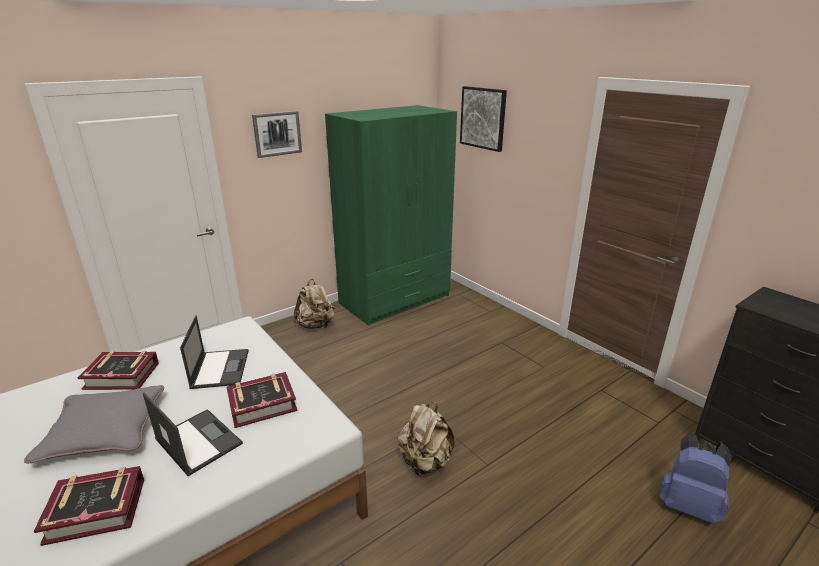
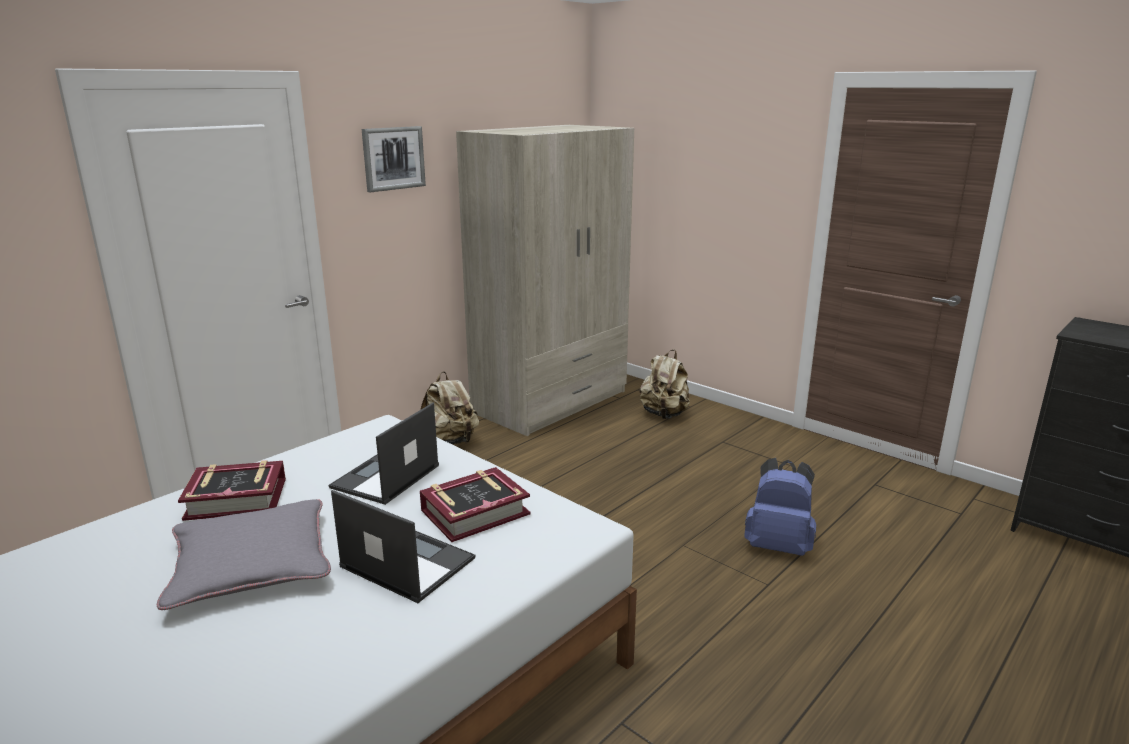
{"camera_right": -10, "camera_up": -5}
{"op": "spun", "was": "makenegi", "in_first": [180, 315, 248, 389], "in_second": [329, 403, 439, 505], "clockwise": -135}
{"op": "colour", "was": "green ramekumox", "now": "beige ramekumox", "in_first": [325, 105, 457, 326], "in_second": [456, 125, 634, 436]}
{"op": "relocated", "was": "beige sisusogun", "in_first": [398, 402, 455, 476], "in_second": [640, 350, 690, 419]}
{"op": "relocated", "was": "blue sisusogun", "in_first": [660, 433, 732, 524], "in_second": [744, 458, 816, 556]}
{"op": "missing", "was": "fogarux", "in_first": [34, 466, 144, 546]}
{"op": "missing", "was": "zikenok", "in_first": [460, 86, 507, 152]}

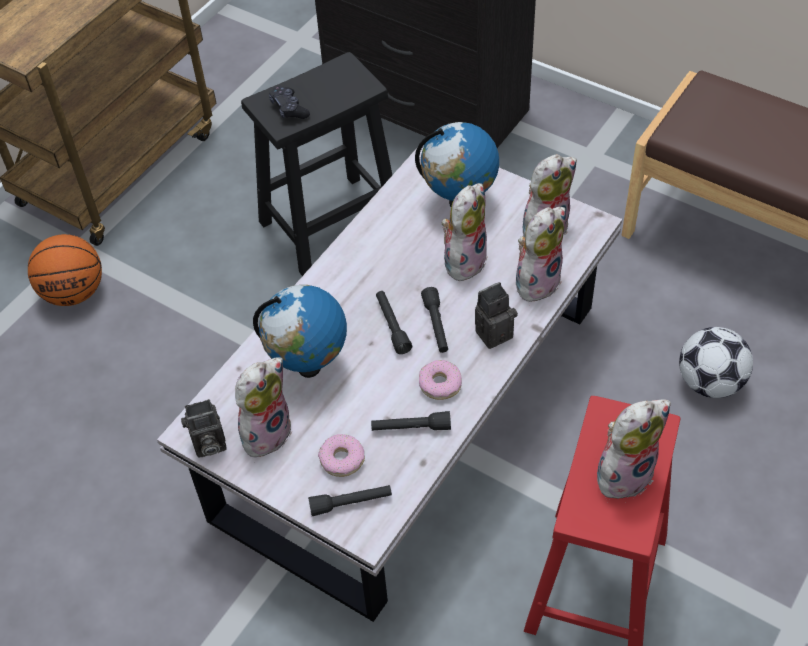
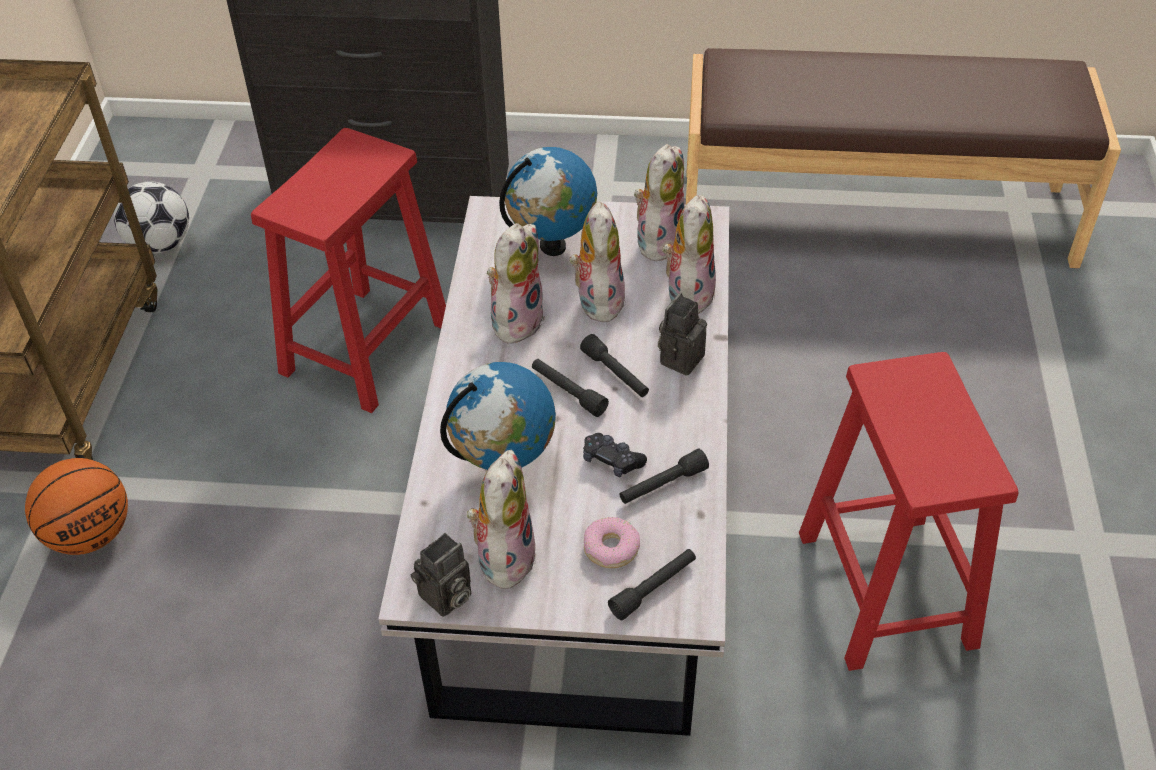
{"camera_right": -30, "camera_up": -5}
{"op": "relocated", "was": "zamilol", "in_first": [679, 327, 753, 398], "in_second": [114, 181, 189, 254]}
{"op": "colour", "was": "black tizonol", "now": "red tizonol", "in_first": [241, 52, 392, 276], "in_second": [251, 128, 446, 413]}
{"op": "relocated", "was": "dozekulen", "in_first": [597, 399, 671, 499], "in_second": [482, 223, 545, 345]}
{"op": "relocated", "was": "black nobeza", "in_first": [269, 86, 310, 119], "in_second": [583, 433, 647, 478]}
{"op": "missing", "was": "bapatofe", "in_first": [419, 360, 462, 400]}

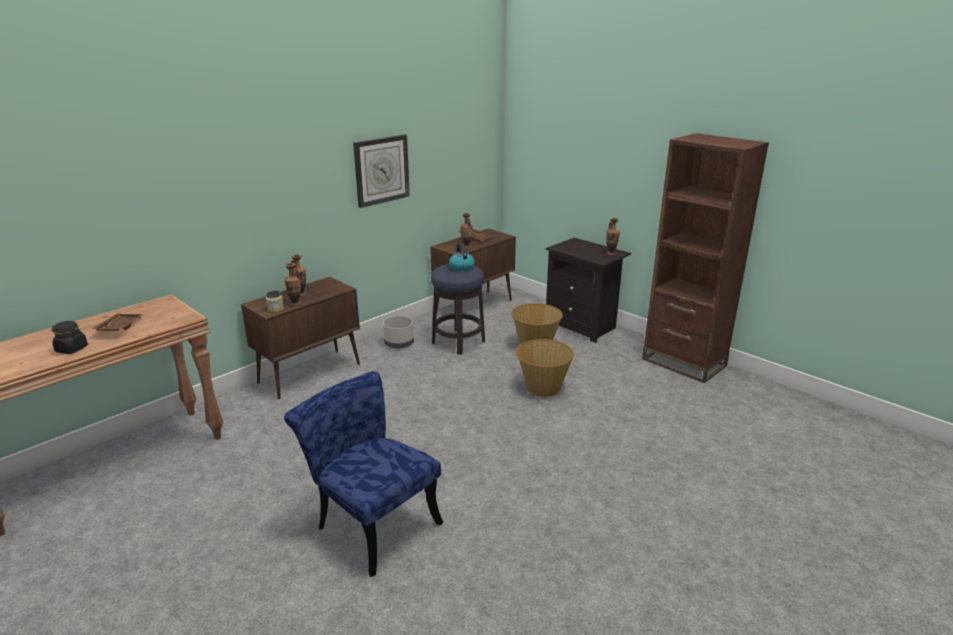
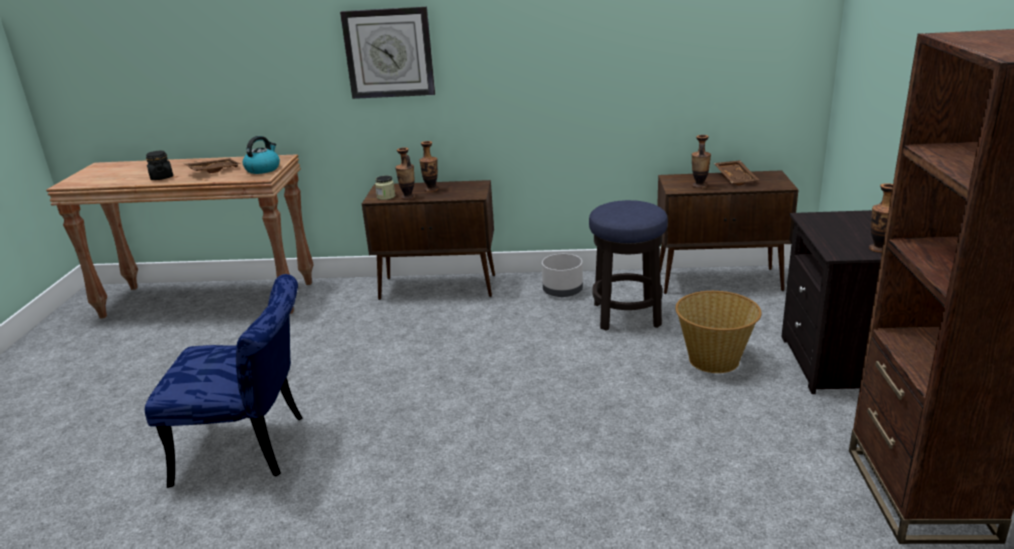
{"camera_right": 50, "camera_up": 0}
{"op": "spun", "was": "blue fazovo", "in_first": [284, 371, 443, 577], "in_second": [145, 274, 303, 488], "clockwise": 90}
{"op": "relocated", "was": "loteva", "in_first": [449, 244, 475, 271], "in_second": [243, 136, 280, 174]}
{"op": "relocated", "was": "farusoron", "in_first": [353, 134, 410, 208], "in_second": [340, 7, 435, 99]}
{"op": "missing", "was": "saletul", "in_first": [516, 339, 574, 397]}

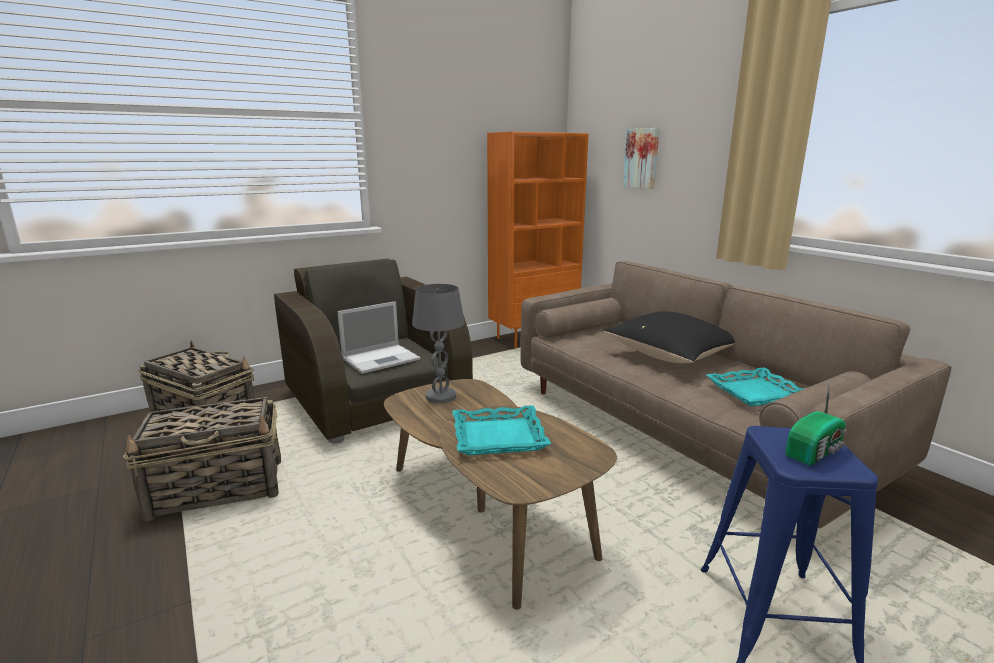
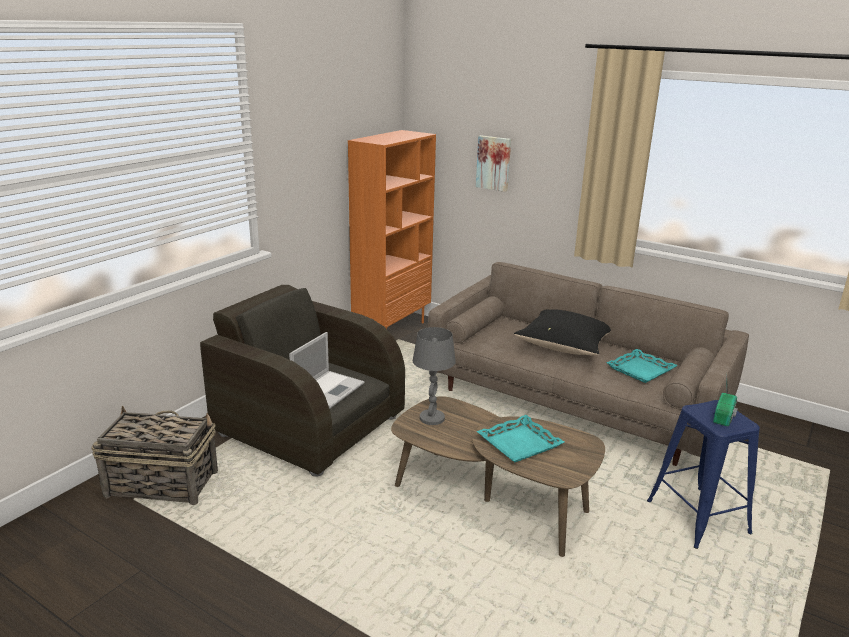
{"camera_right": -25, "camera_up": 5}
{"op": "missing", "was": "saletul", "in_first": [123, 397, 281, 521]}

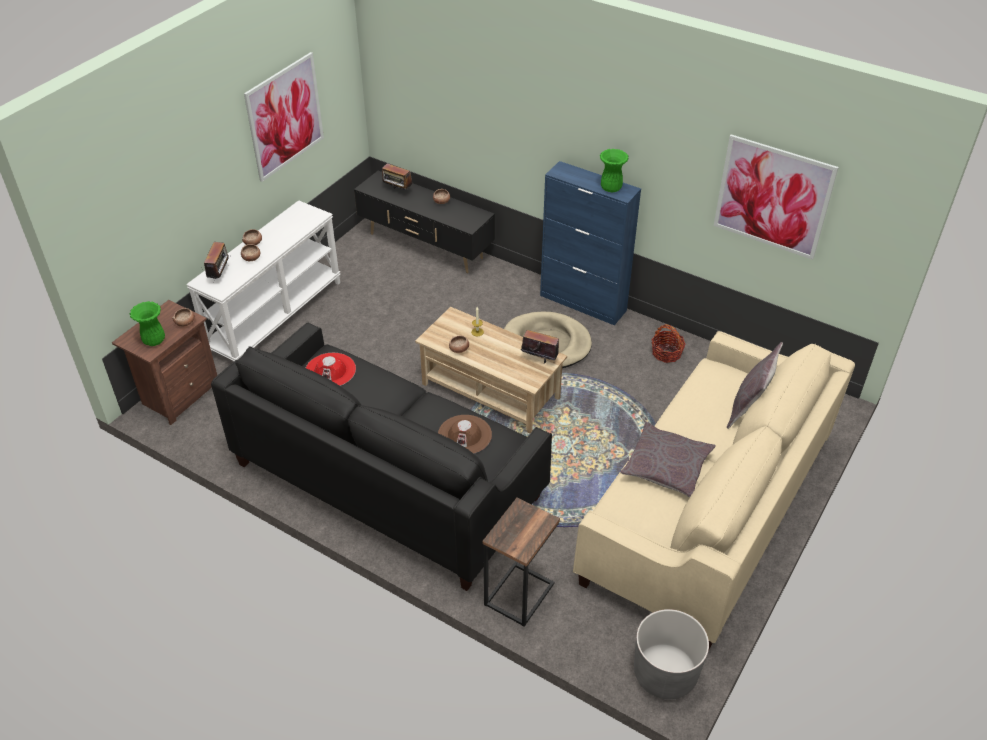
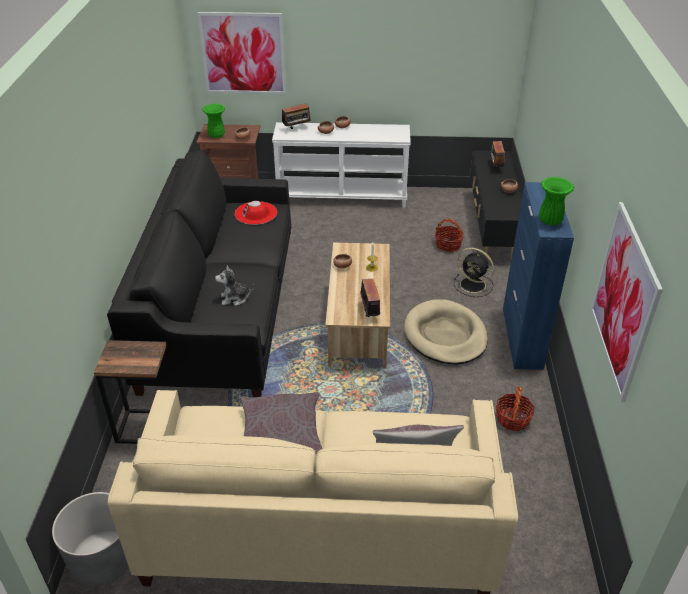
{"camera_right": 60, "camera_up": -5}
{"op": "relocated", "was": "zikenok", "in_first": [244, 52, 324, 182], "in_second": [197, 12, 286, 94]}
{"op": "exchanged", "was": "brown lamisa", "now": "dozekulen", "in_first": [438, 415, 492, 454], "in_second": [215, 265, 254, 306]}
{"op": "appeared", "now": "saletul", "in_second": [435, 219, 464, 252]}
{"op": "appeared", "now": "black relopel", "in_second": [454, 248, 494, 297]}

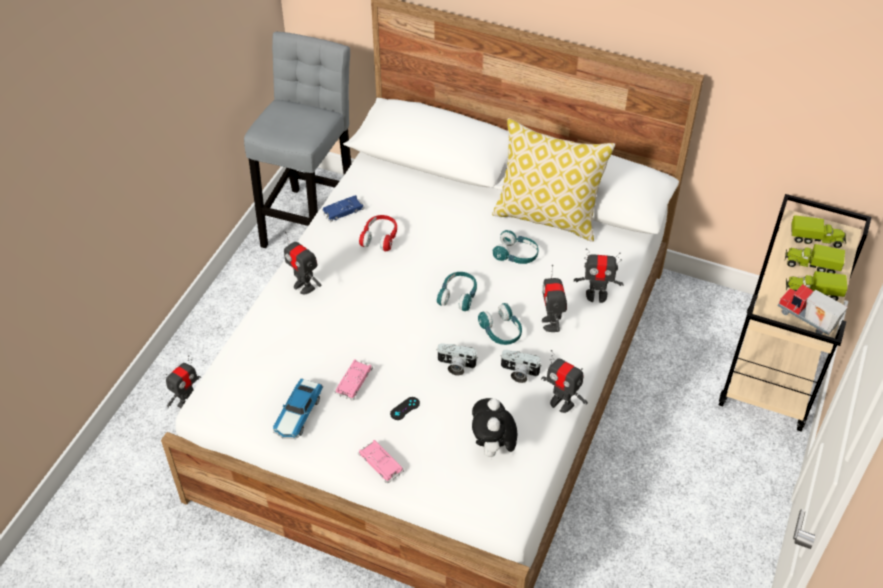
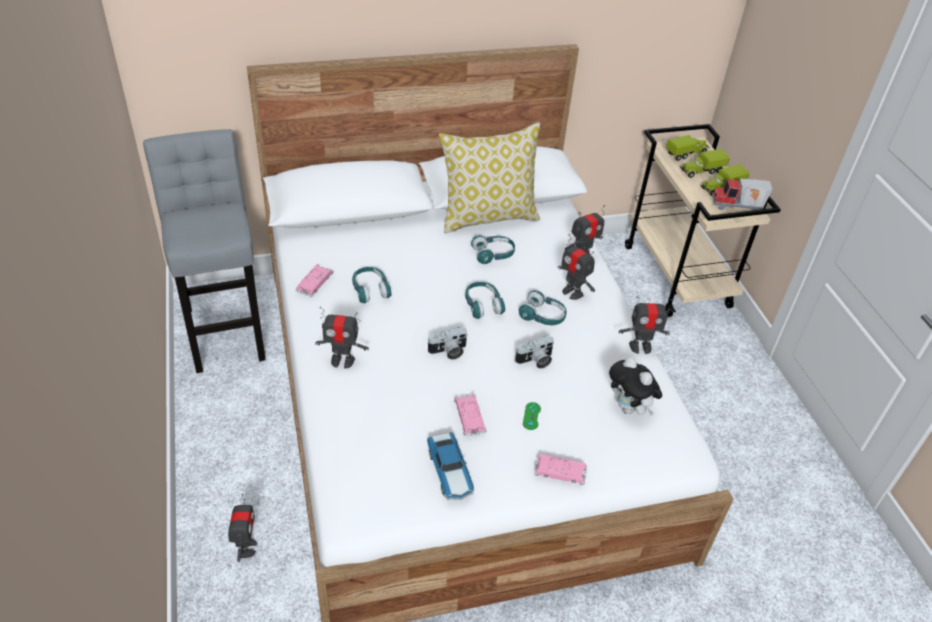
{"camera_right": -40, "camera_up": -5}
{"op": "colour", "was": "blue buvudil", "now": "pink buvudil", "in_first": [322, 195, 365, 222], "in_second": [295, 264, 333, 297]}
{"op": "colour", "was": "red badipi", "now": "turquoise badipi", "in_first": [359, 215, 397, 252], "in_second": [352, 267, 392, 303]}
{"op": "relocated", "was": "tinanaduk", "in_first": [500, 350, 542, 383], "in_second": [427, 327, 468, 360]}
{"op": "colour", "was": "black nobeza", "now": "green nobeza", "in_first": [390, 397, 420, 420], "in_second": [523, 402, 541, 430]}

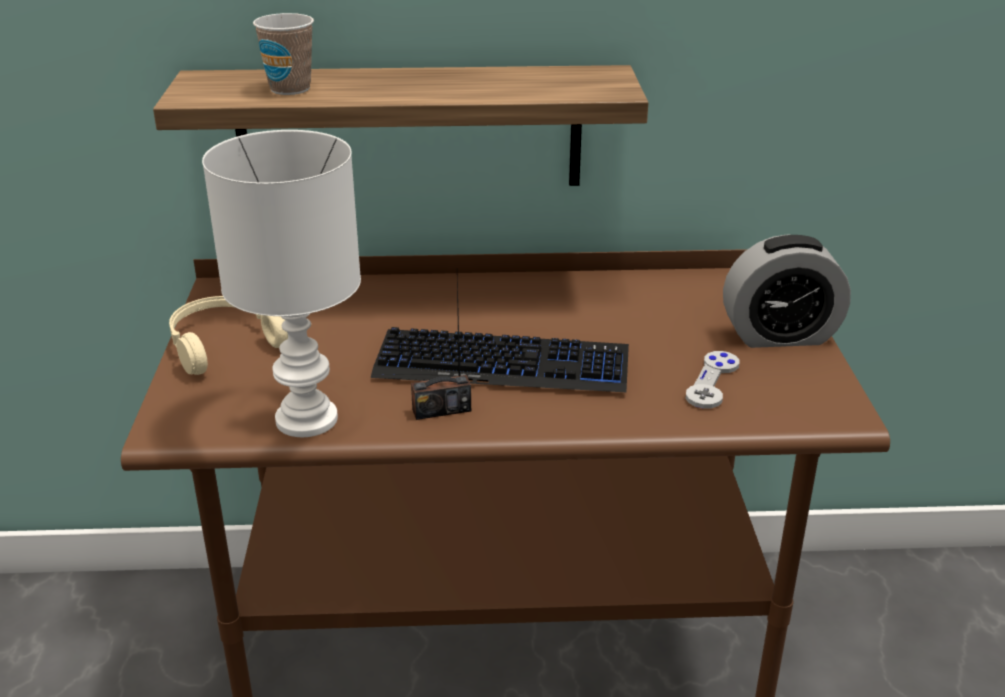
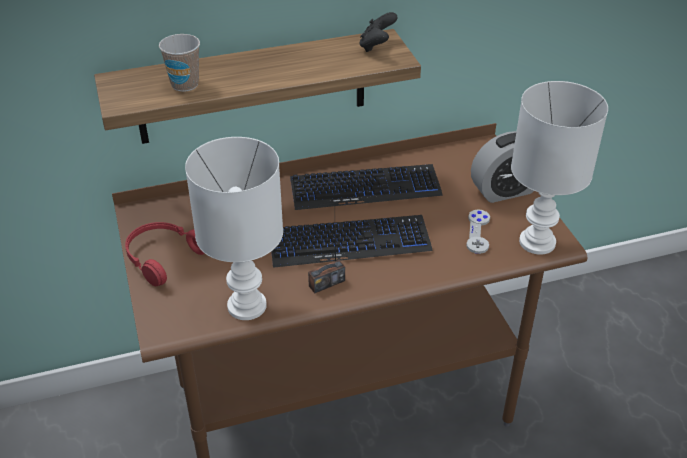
{"camera_right": -15, "camera_up": 10}
{"op": "colour", "was": "beige badipi", "now": "red badipi", "in_first": [169, 296, 288, 375], "in_second": [125, 222, 205, 286]}
{"op": "appeared", "now": "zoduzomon", "in_second": [290, 164, 443, 210]}
{"op": "appeared", "now": "black nobeza", "in_second": [359, 12, 398, 52]}
{"op": "appeared", "now": "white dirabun", "in_second": [511, 81, 608, 255]}

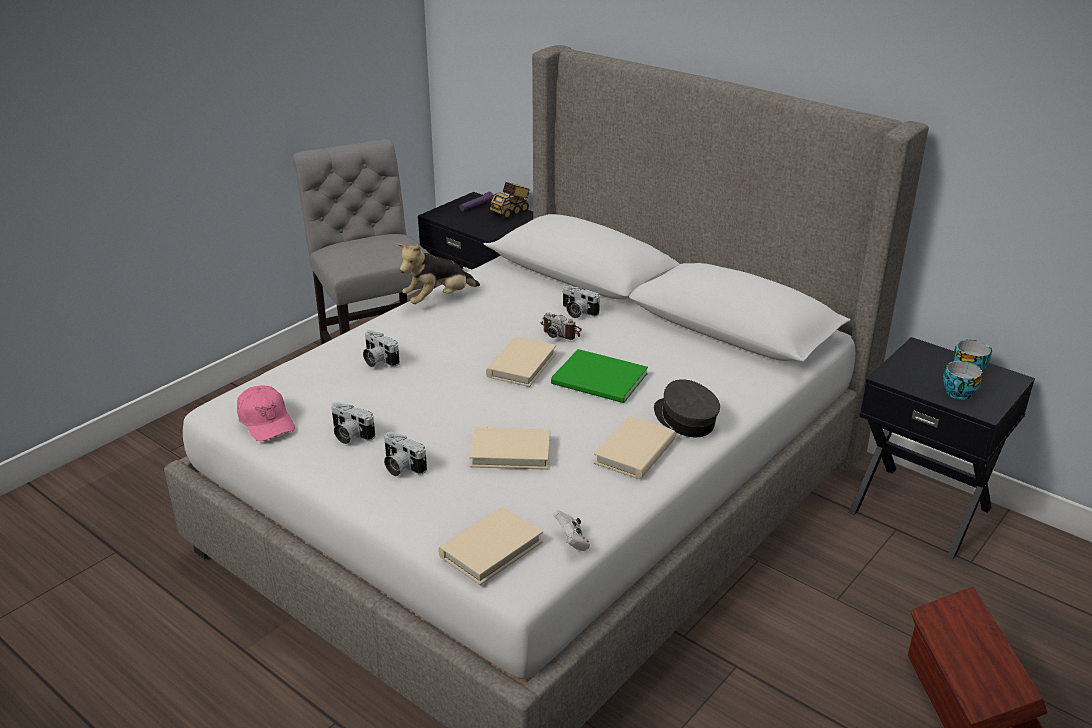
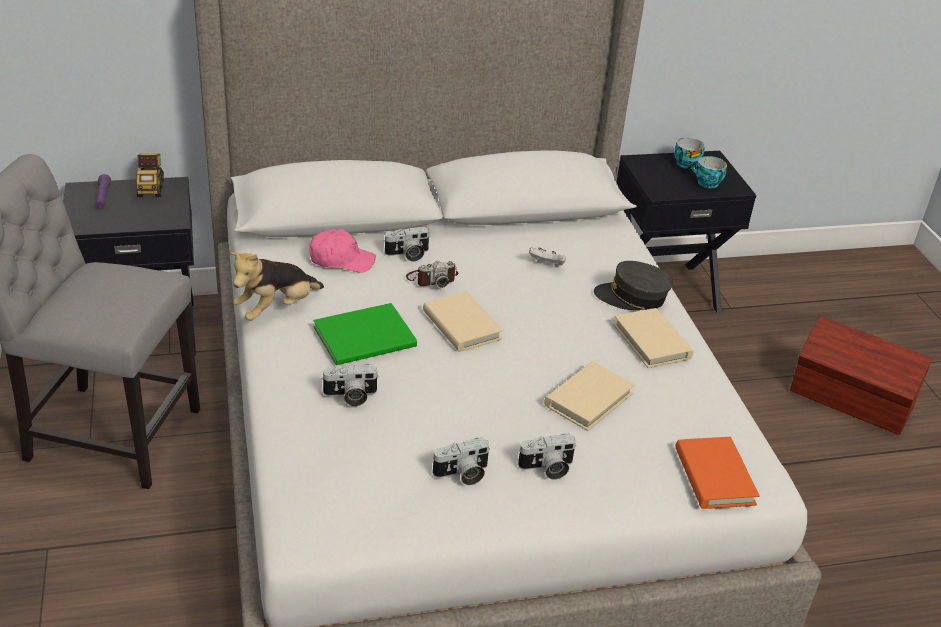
{"camera_right": -55, "camera_up": 5}
{"op": "spun", "was": "dozekulen", "in_first": [398, 244, 480, 304], "in_second": [229, 252, 324, 321], "clockwise": 45}
{"op": "relocated", "was": "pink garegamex", "in_first": [237, 385, 295, 441], "in_second": [310, 229, 376, 273]}
{"op": "relocated", "was": "green fogarux", "in_first": [551, 349, 648, 403], "in_second": [313, 303, 417, 365]}
{"op": "relocated", "was": "white nobeza", "in_first": [553, 510, 590, 551], "in_second": [529, 247, 566, 267]}
{"op": "colour", "was": "beige fogarux", "now": "orange fogarux", "in_first": [438, 507, 543, 585], "in_second": [675, 437, 760, 509]}

